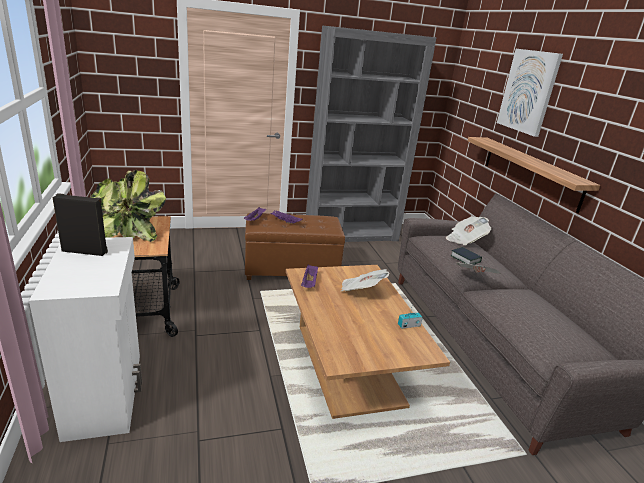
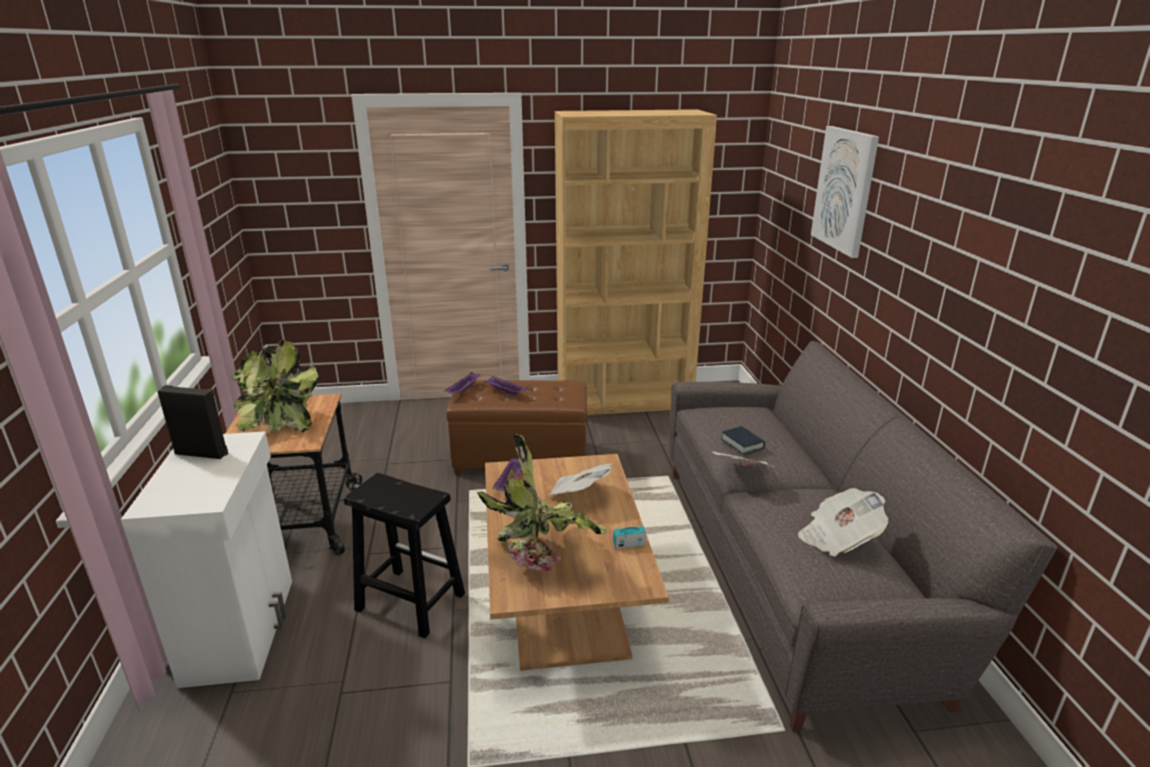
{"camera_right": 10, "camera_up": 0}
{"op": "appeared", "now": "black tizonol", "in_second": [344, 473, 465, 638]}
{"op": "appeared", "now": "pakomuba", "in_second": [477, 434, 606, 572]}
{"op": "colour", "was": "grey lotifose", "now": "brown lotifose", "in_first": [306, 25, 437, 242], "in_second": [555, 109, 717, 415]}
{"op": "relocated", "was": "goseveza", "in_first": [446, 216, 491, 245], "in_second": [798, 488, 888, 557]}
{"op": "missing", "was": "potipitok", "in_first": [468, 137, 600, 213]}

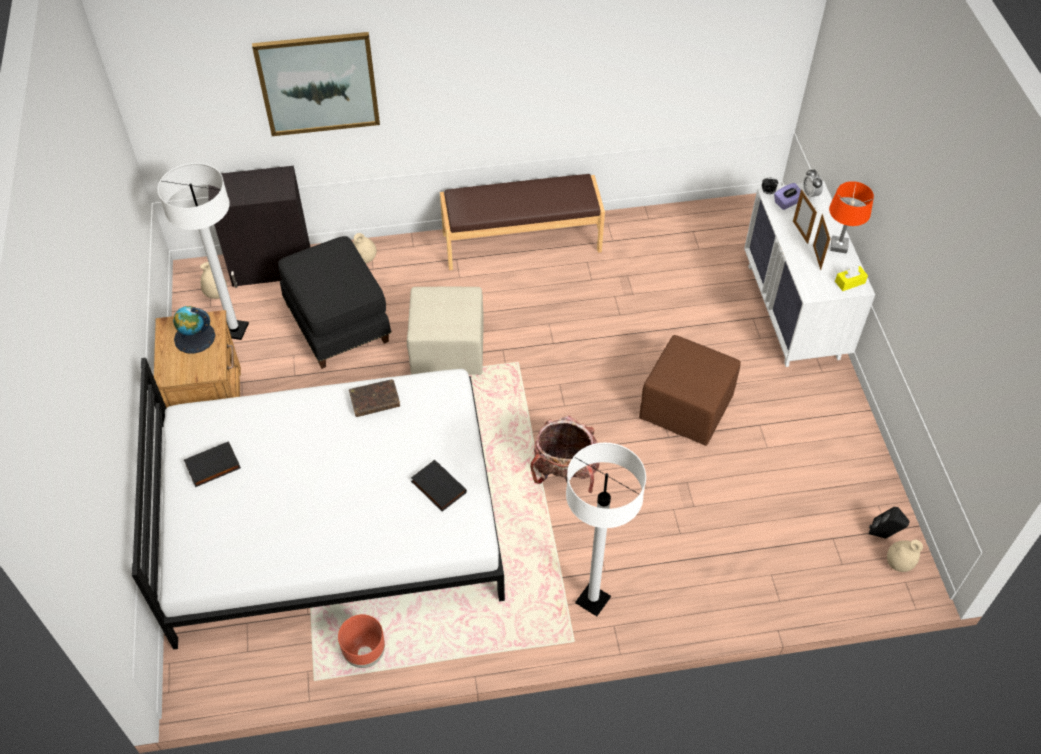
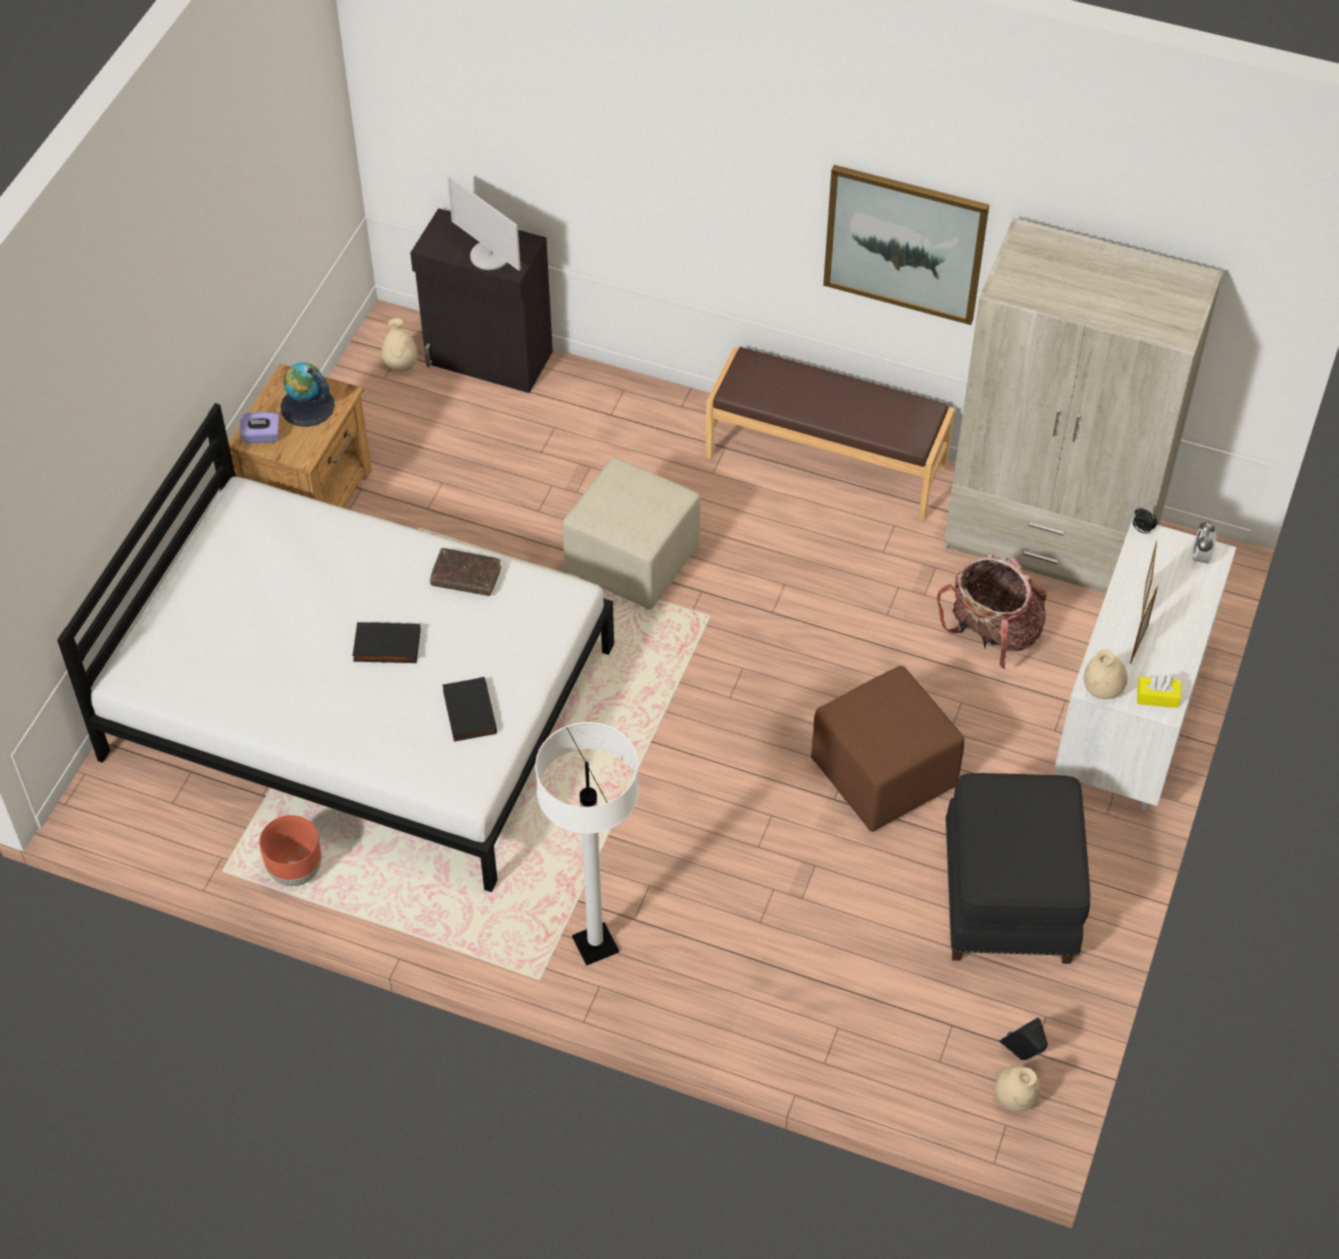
{"camera_right": 30, "camera_up": 0}
{"op": "relocated", "was": "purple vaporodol", "in_first": [774, 183, 801, 210], "in_second": [240, 412, 279, 443]}
{"op": "relocated", "was": "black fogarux", "in_first": [184, 441, 241, 487], "in_second": [352, 622, 421, 663]}
{"op": "appeared", "now": "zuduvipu", "in_second": [447, 176, 521, 271]}
{"op": "relocated", "was": "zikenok", "in_first": [252, 32, 380, 136], "in_second": [823, 165, 989, 325]}
{"op": "relocated", "was": "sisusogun", "in_first": [530, 416, 599, 493], "in_second": [937, 554, 1047, 670]}
{"op": "appeared", "now": "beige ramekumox", "in_second": [944, 218, 1223, 594]}
{"op": "relocated", "was": "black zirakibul", "in_first": [278, 236, 391, 369], "in_second": [945, 773, 1090, 964]}
{"op": "relocated", "was": "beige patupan", "in_first": [353, 233, 377, 263], "in_second": [1084, 649, 1128, 699]}
{"op": "missing", "was": "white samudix", "in_first": [158, 163, 249, 340]}
{"op": "missing", "was": "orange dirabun", "in_first": [829, 181, 874, 254]}

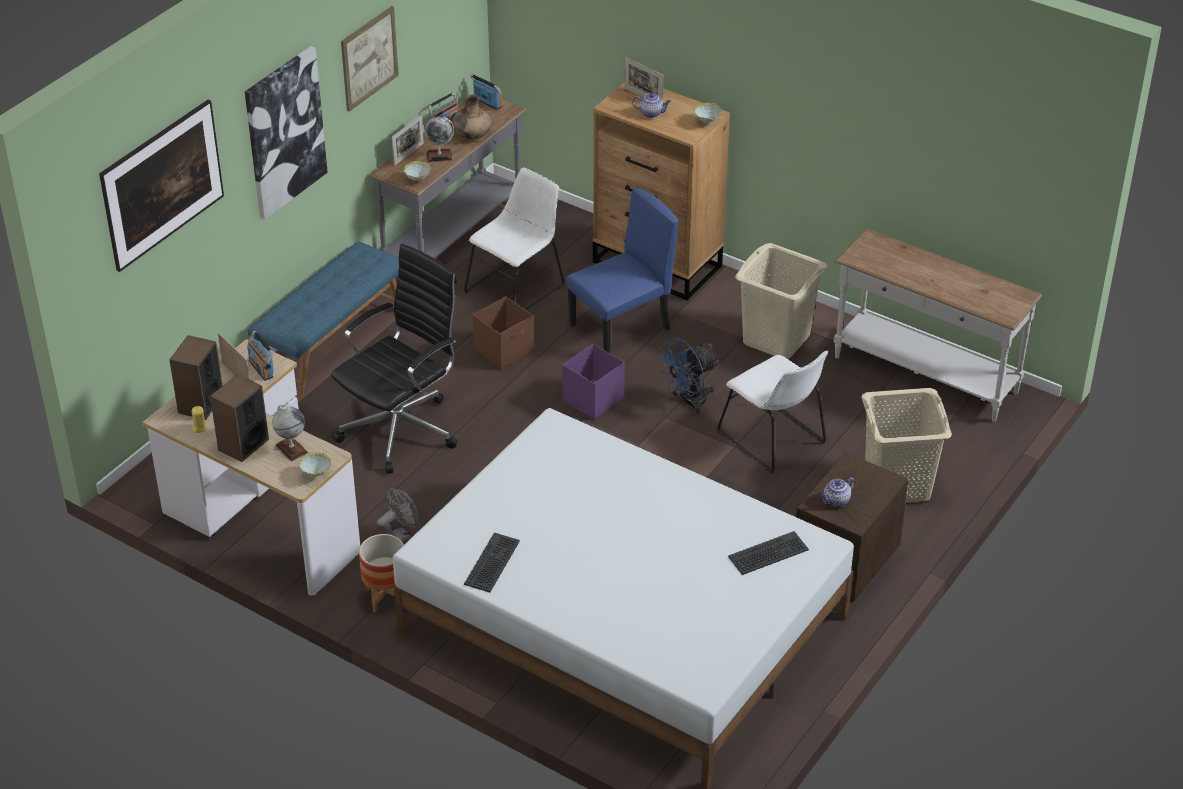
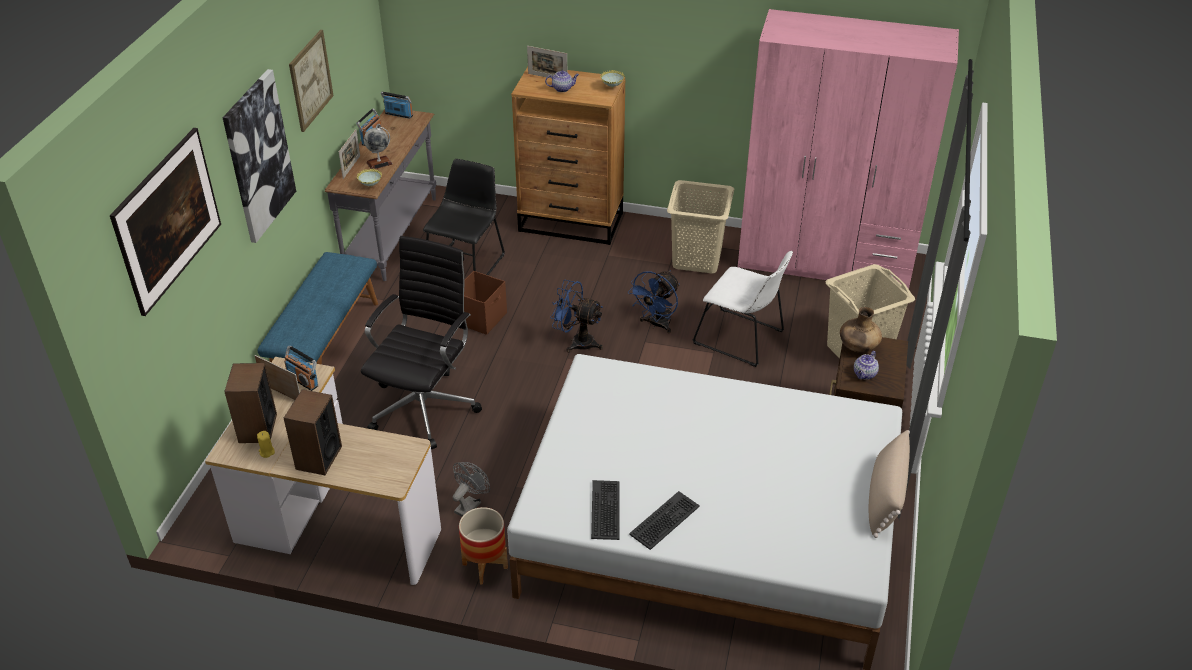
{"camera_right": -20, "camera_up": 0}
{"op": "colour", "was": "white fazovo", "now": "black fazovo", "in_first": [464, 167, 565, 311], "in_second": [423, 159, 505, 275]}
{"op": "exchanged", "was": "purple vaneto", "now": "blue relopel", "in_first": [562, 344, 625, 419], "in_second": [550, 280, 603, 352]}
{"op": "relocated", "was": "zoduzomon", "in_first": [728, 531, 809, 575], "in_second": [629, 491, 700, 550]}
{"op": "exchanged", "was": "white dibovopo", "now": "pink ramekumox", "in_first": [834, 229, 1042, 422], "in_second": [738, 9, 959, 289]}
{"op": "relocated", "was": "brown patupan", "in_first": [452, 95, 491, 139], "in_second": [840, 307, 882, 353]}
{"op": "appeared", "now": "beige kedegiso", "in_second": [869, 430, 910, 538]}
{"op": "missing", "was": "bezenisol", "in_first": [272, 404, 308, 461]}
{"op": "missing", "was": "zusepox", "in_first": [299, 452, 331, 477]}
{"op": "missing", "was": "blue fazovo", "in_first": [566, 188, 678, 353]}

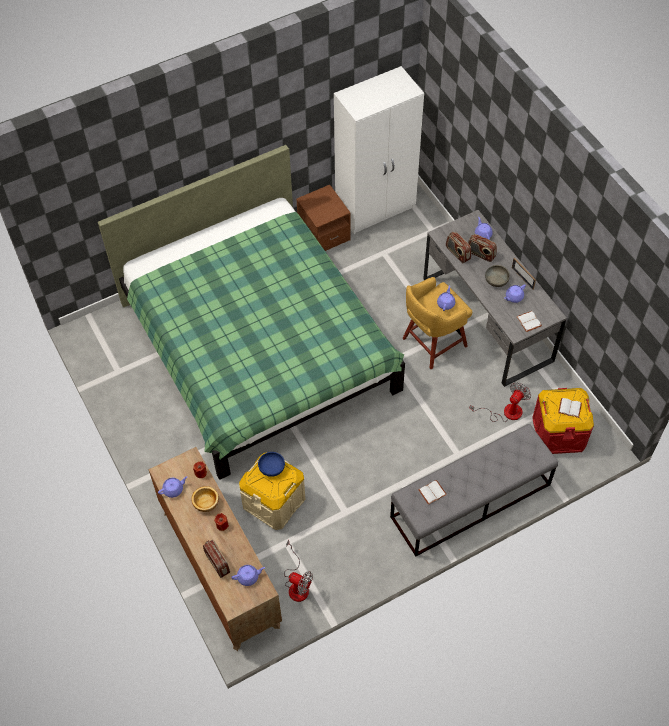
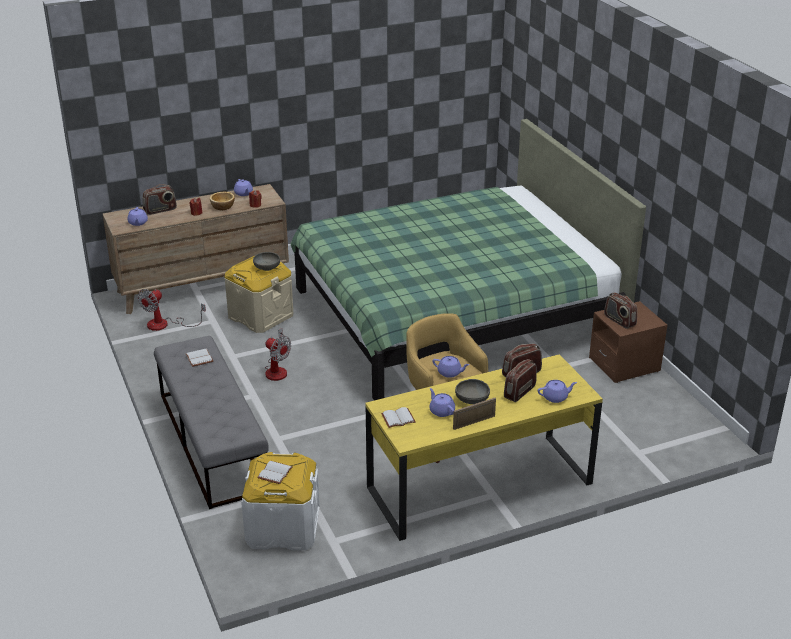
{"camera_right": 95, "camera_up": -25}
{"op": "colour", "was": "red vaneto", "now": "white vaneto", "in_first": [532, 388, 594, 454], "in_second": [241, 452, 320, 551]}
{"op": "colour", "was": "blue zusepox", "now": "grey zusepox", "in_first": [258, 452, 285, 477], "in_second": [253, 252, 280, 271]}
{"op": "relocated", "was": "relopel", "in_first": [469, 382, 531, 422], "in_second": [265, 328, 291, 381]}
{"op": "colour", "was": "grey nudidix", "now": "yellow nudidix", "in_first": [423, 210, 567, 387], "in_second": [365, 354, 603, 541]}
{"op": "appeared", "now": "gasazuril", "in_second": [604, 292, 637, 329]}
{"op": "missing", "was": "white ramekumox", "in_first": [334, 66, 424, 234]}

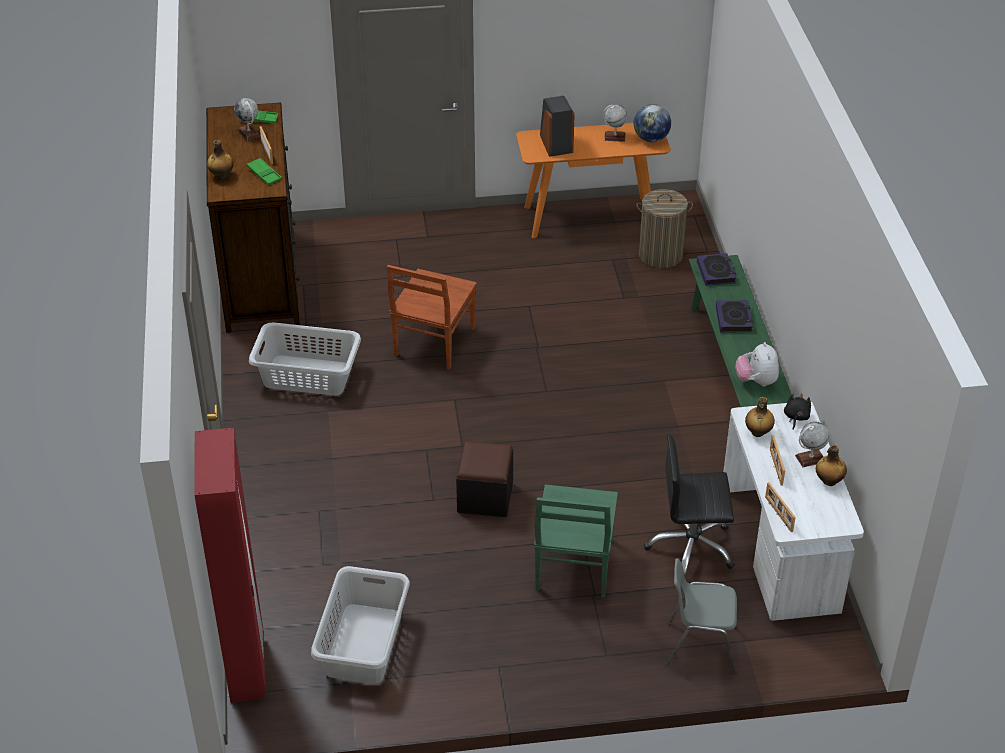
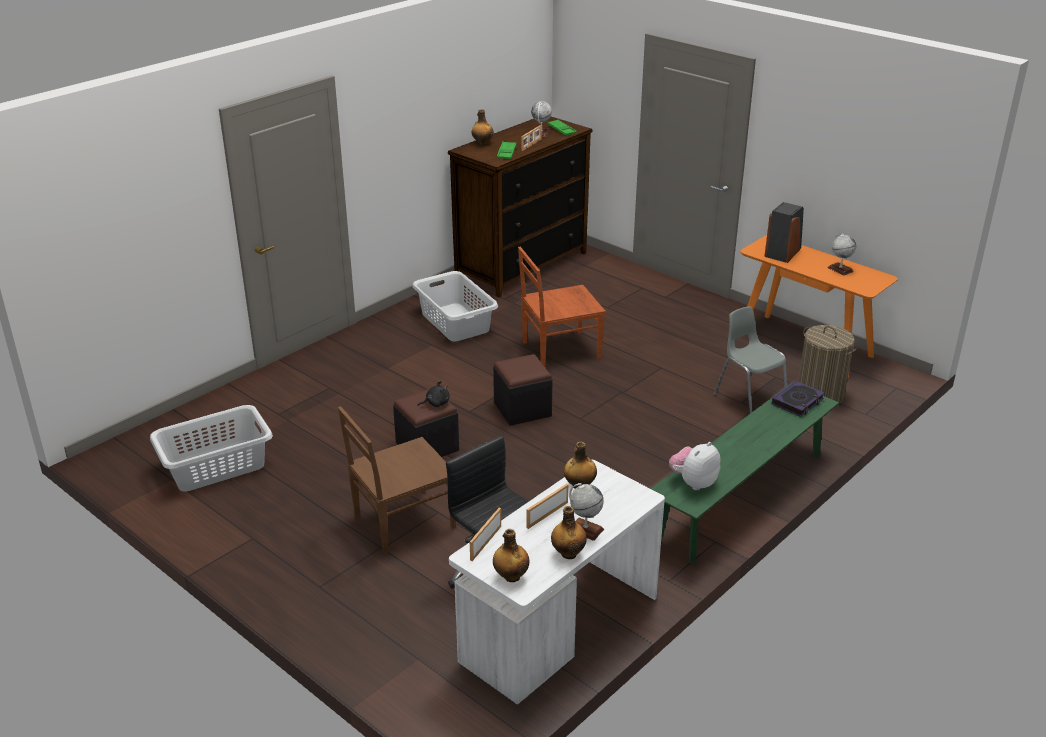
{"camera_right": 50, "camera_up": -10}
{"op": "colour", "was": "green fazovo", "now": "brown fazovo", "in_first": [534, 484, 618, 598], "in_second": [338, 406, 456, 555]}
{"op": "relocated", "was": "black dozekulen", "in_first": [784, 393, 811, 429], "in_second": [417, 381, 450, 407]}
{"op": "appeared", "now": "black zirakibul", "in_second": [493, 354, 552, 426]}
{"op": "appeared", "now": "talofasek", "in_second": [493, 529, 529, 582]}
{"op": "relocated", "was": "grey fazovo", "in_first": [665, 558, 737, 675], "in_second": [714, 307, 787, 413]}
{"op": "missing", "was": "red ramekumox", "in_first": [194, 428, 265, 703]}
{"op": "missing", "was": "bezenisol", "in_first": [634, 104, 671, 142]}
{"op": "missing", "was": "fogarux", "in_first": [716, 300, 753, 332]}

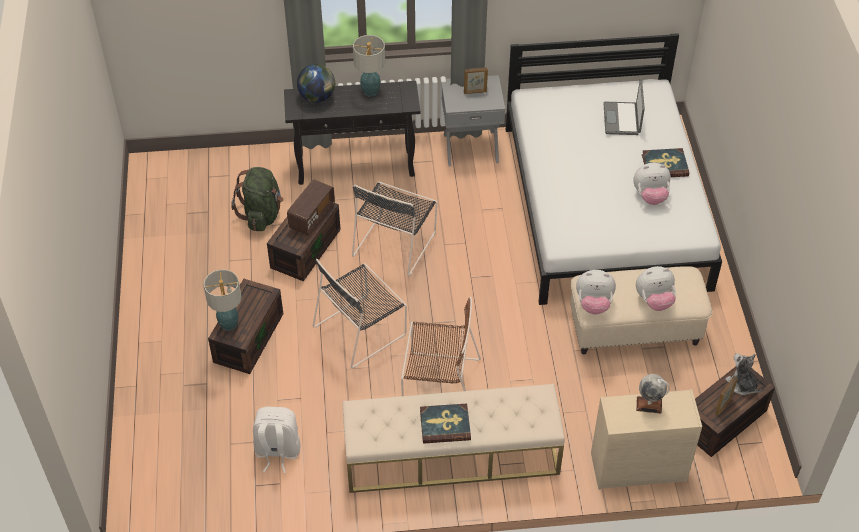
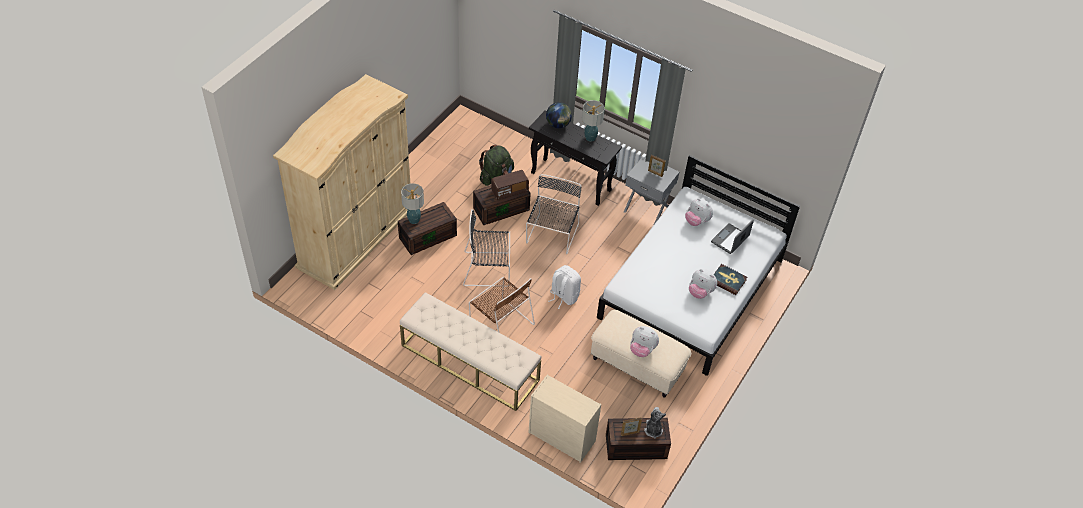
{"camera_right": 35, "camera_up": 0}
{"op": "appeared", "now": "beige ramekumox", "in_second": [273, 74, 411, 290]}
{"op": "spun", "was": "black fazovo", "in_first": [352, 182, 437, 276], "in_second": [526, 174, 582, 254], "clockwise": 135}
{"op": "relocated", "was": "white sisusogun", "in_first": [253, 407, 300, 473], "in_second": [548, 265, 581, 309]}
{"op": "relocated", "was": "dozekulen", "in_first": [576, 270, 616, 314], "in_second": [685, 198, 713, 226]}
{"op": "missing", "was": "fogarux", "in_first": [420, 403, 471, 444]}
{"op": "missing", "was": "bezenisol", "in_first": [636, 374, 669, 414]}

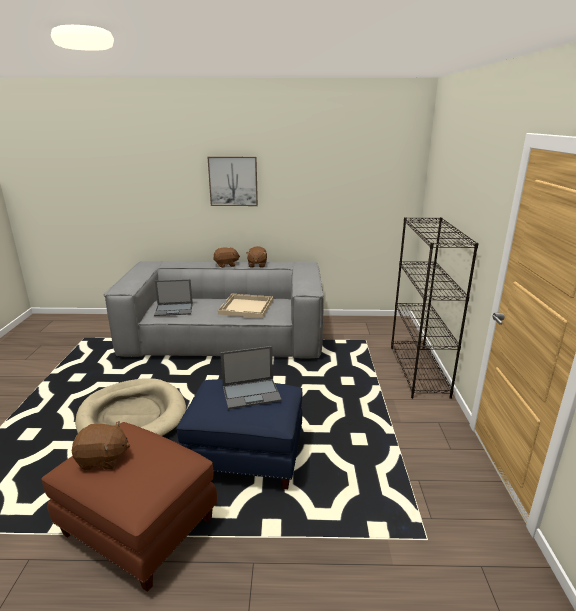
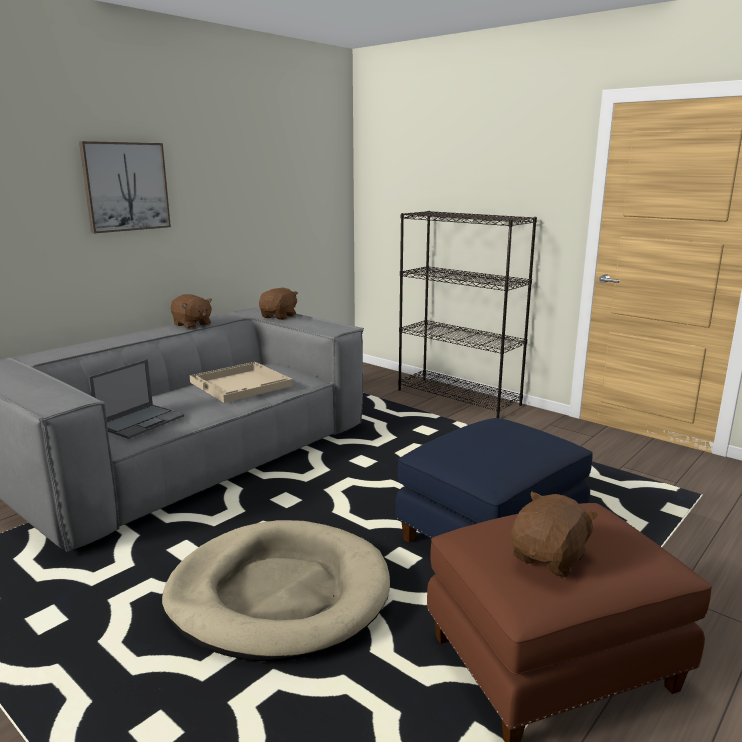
{"camera_right": -50, "camera_up": -5}
{"op": "relocated", "was": "brown dozekulen", "in_first": [213, 247, 240, 268], "in_second": [259, 288, 298, 320]}
{"op": "missing", "was": "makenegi", "in_first": [221, 346, 282, 409]}

